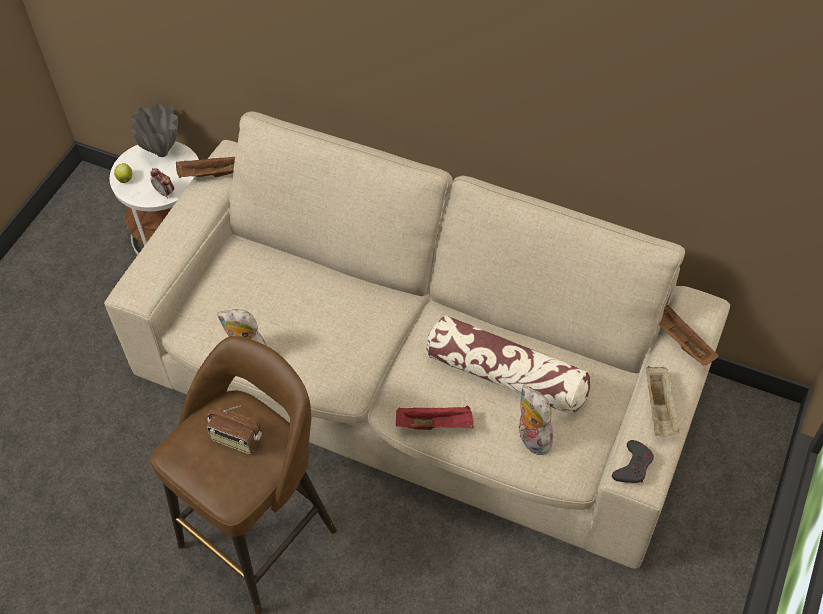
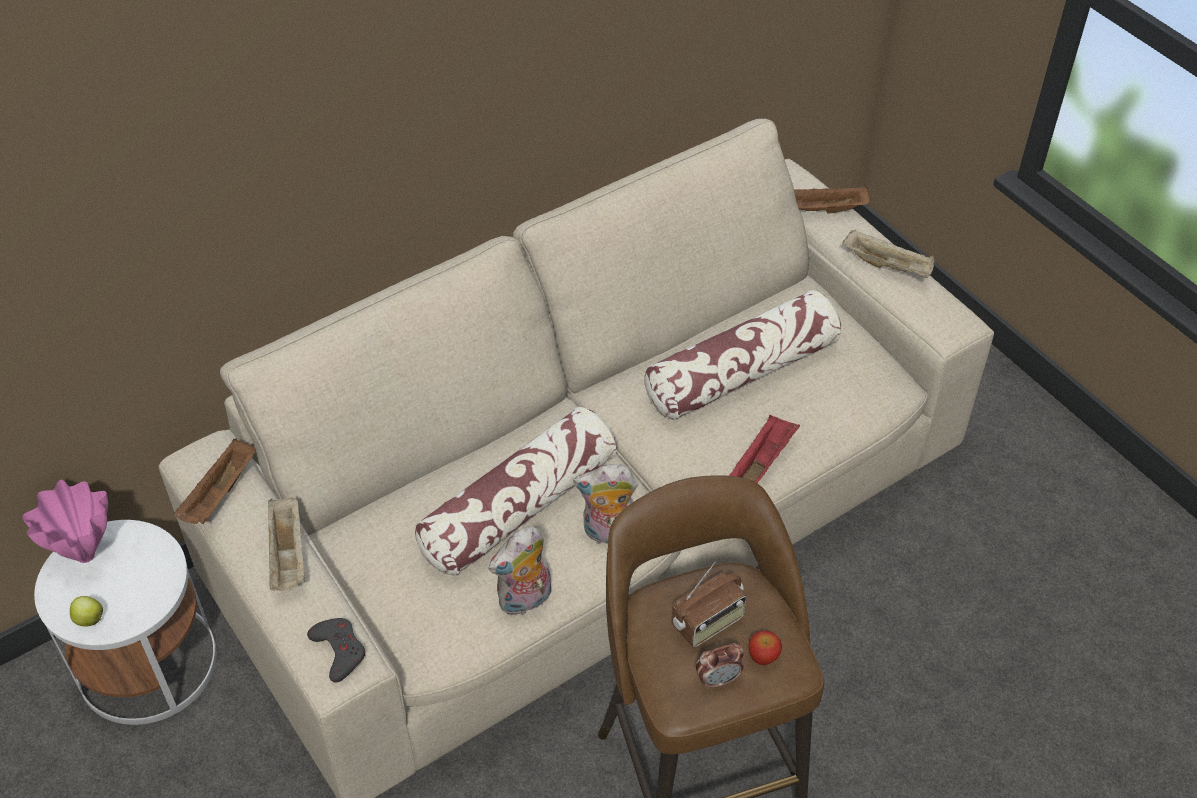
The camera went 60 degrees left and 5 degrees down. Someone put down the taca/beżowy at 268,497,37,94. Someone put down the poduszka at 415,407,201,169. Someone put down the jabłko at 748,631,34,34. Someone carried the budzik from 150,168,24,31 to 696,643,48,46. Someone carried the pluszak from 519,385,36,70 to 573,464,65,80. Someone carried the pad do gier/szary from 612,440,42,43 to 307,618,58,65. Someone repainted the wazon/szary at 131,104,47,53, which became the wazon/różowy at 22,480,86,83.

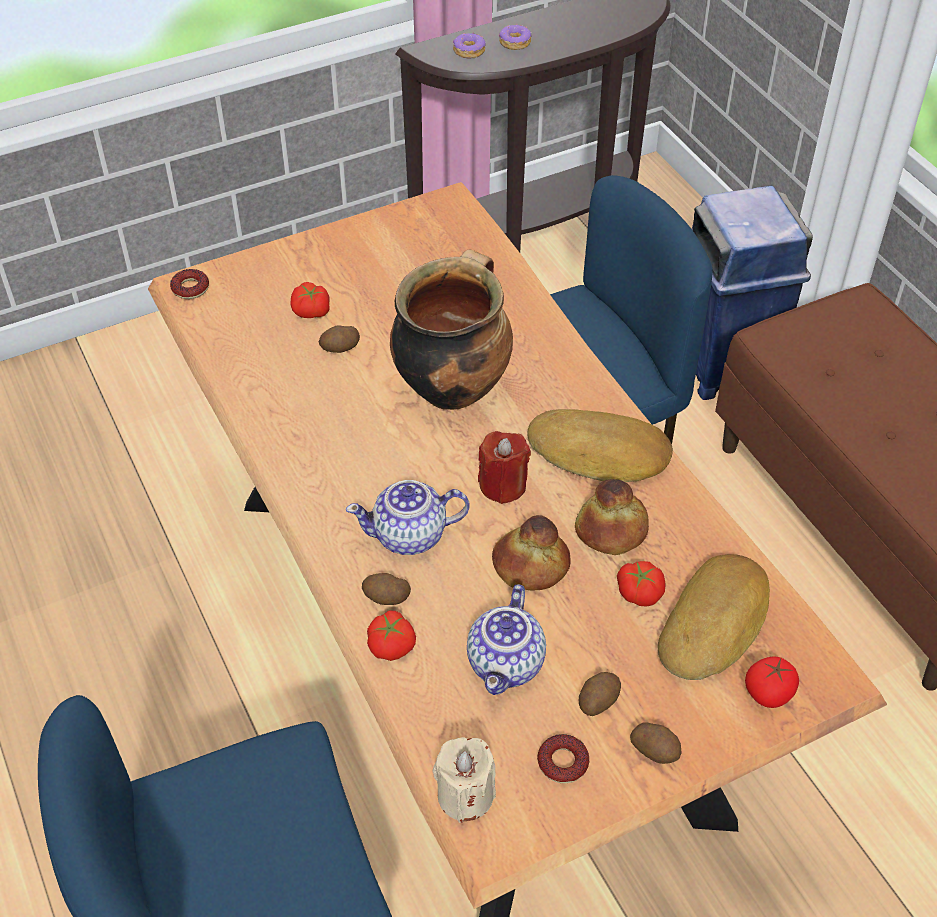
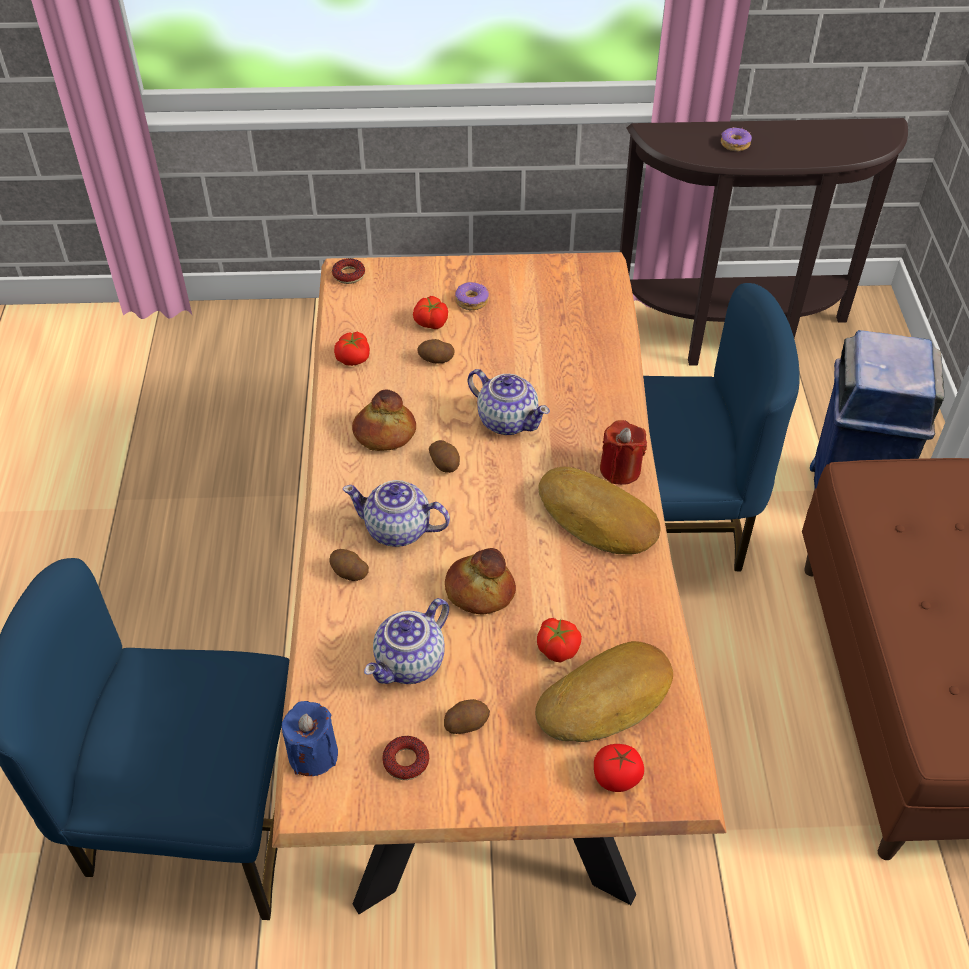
The camera went 25 degrees right and 0 degrees up. Someone carried the pomidor from 367,610,49,51 to 334,332,36,34. Someone carried the donut from 453,32,33,26 to 455,282,34,28. Someone carried the świeca/czerwony from 478,431,53,73 to 600,420,47,65. Someone carried the chleb from 575,479,74,76 to 352,390,64,61. Someone carried the ziemniak from 630,723,52,41 to 429,440,31,33. Someone swapped the garnek at 390,249,123,161 for the imbryk at 468,369,82,66. Someone repainted the świeca/beżowy at 432,737,64,86, which became the świeca/niebieski at 282,701,56,75.

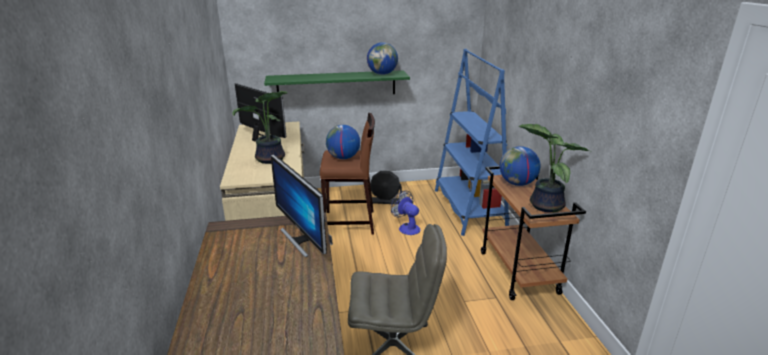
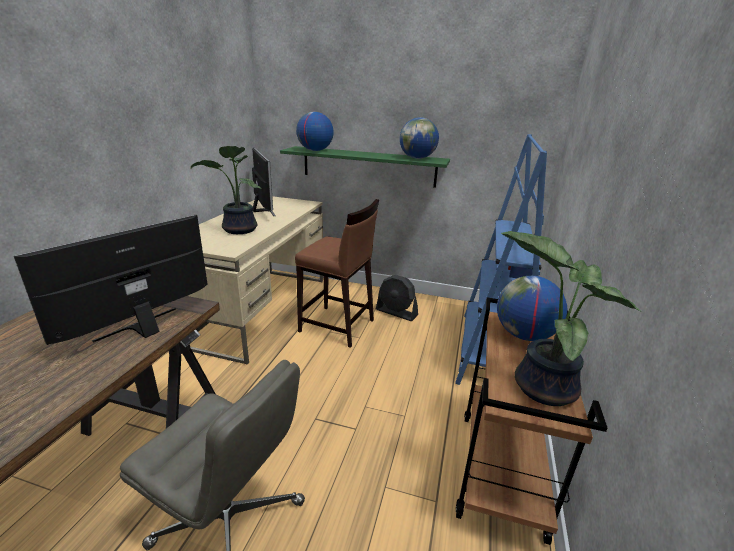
The camera went 25 degrees right and 0 degrees up. Someone took away the wentylator at 391,191,29,44. Someone carried the globus from 326,125,34,34 to 296,112,38,39. Someone rotated the monitor at 271,155,56,102 by 45 degrees clockwise.

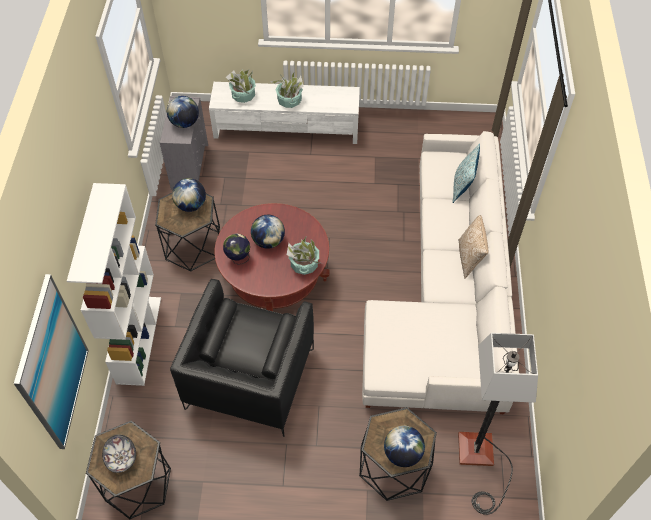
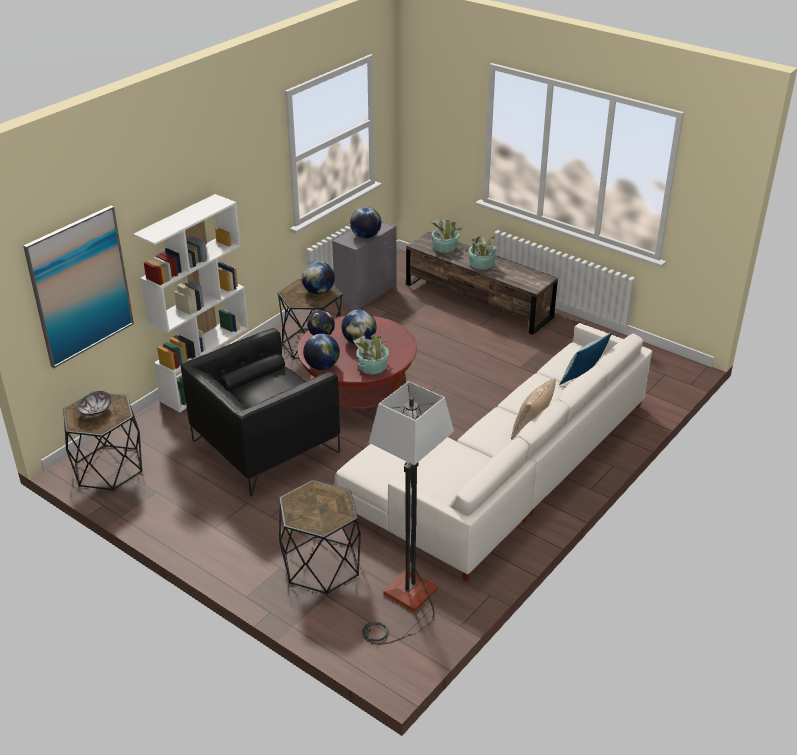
The camera went 35 degrees right and 20 degrees down. Someone carried the globus from 384,426,41,41 to 303,334,37,36. Someone repainted the szafka pod telewizor/biały at 209,82,151,62, which became the szafka pod telewizor/brązowy at 406,231,152,104.

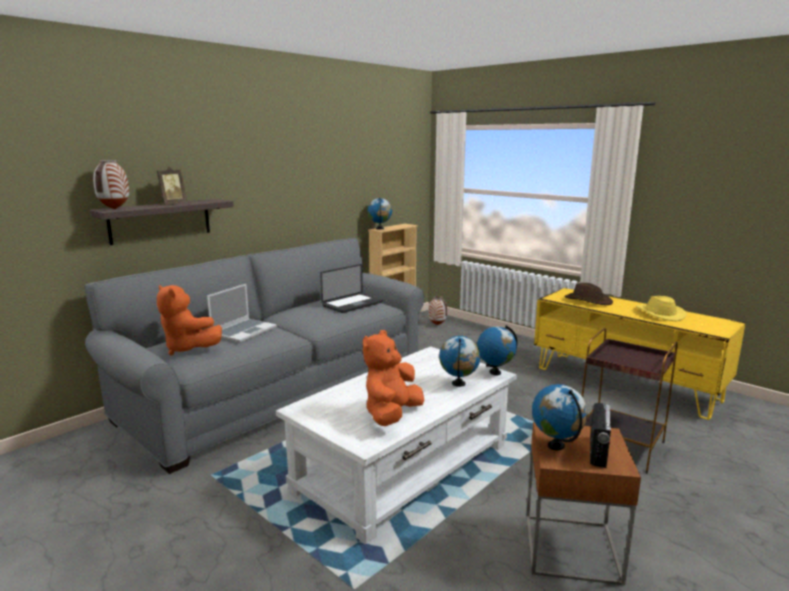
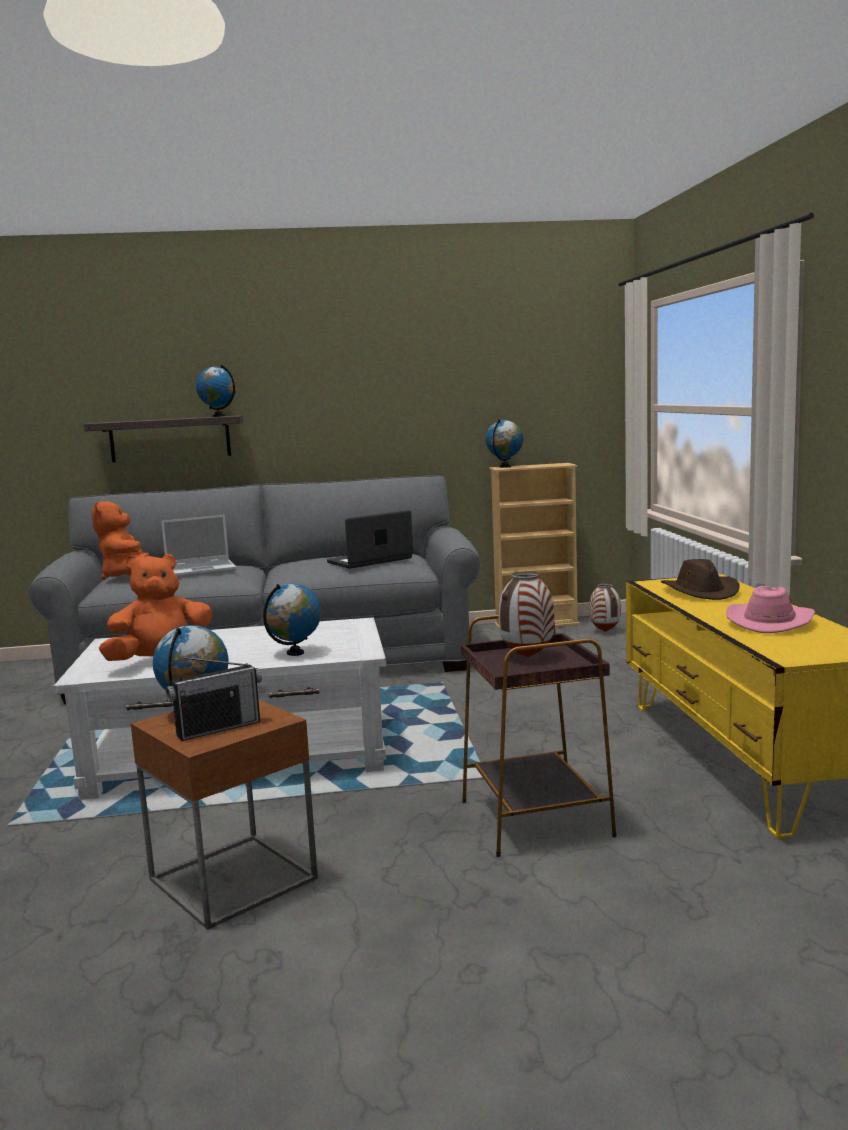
The camera went 40 degrees right and 5 degrees down. Someone took away the ramka na zdjęcie at 157,166,30,38. Someone carried the wazon from 93,160,36,49 to 499,571,55,87. Someone carried the globus from 477,325,40,50 to 196,364,40,53. Someone repainted the kapelusz/żółty at 636,296,51,25, which became the kapelusz/różowy at 726,586,89,47. Someone rotated the laptop at 320,264,62,49 by 150 degrees clockwise.

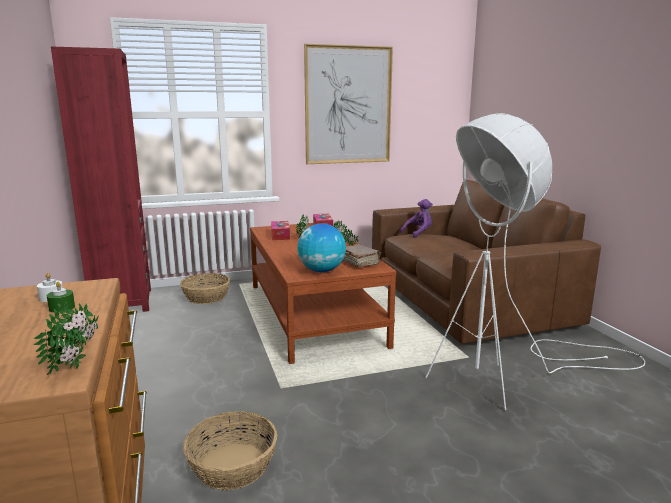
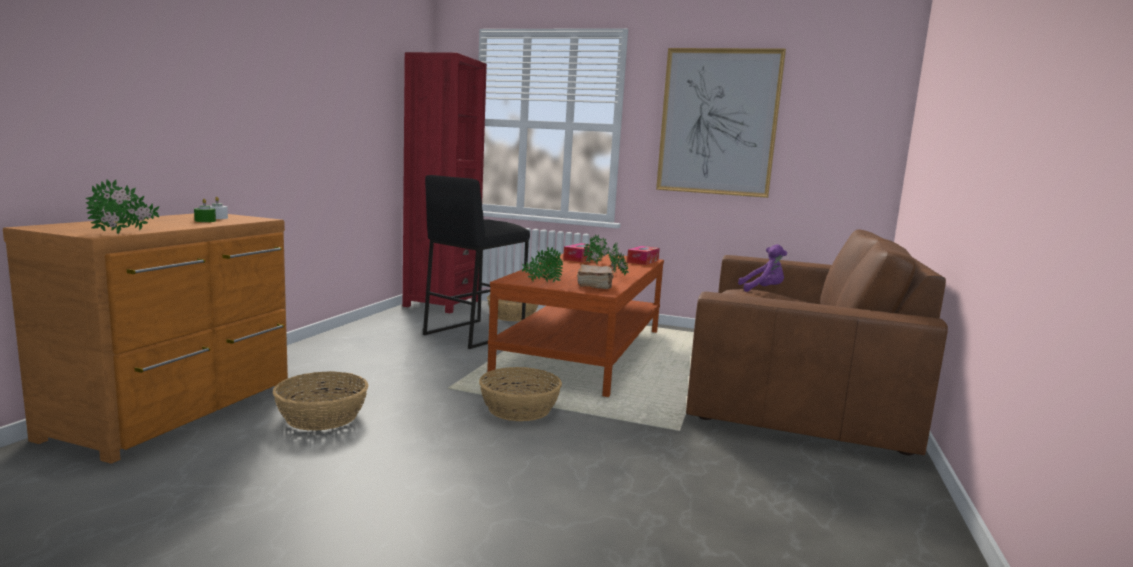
The camera went 35 degrees right and 5 degrees down. Someone took away the lampa stojąca/biały at 426,113,219,297. Someone put down the stołek/czarny at 423,175,107,174. Someone put down the koszyk at 479,367,83,54. Someone swapped the globus at 297,223,49,49 for the roślina doniczkowa at 522,247,41,35.

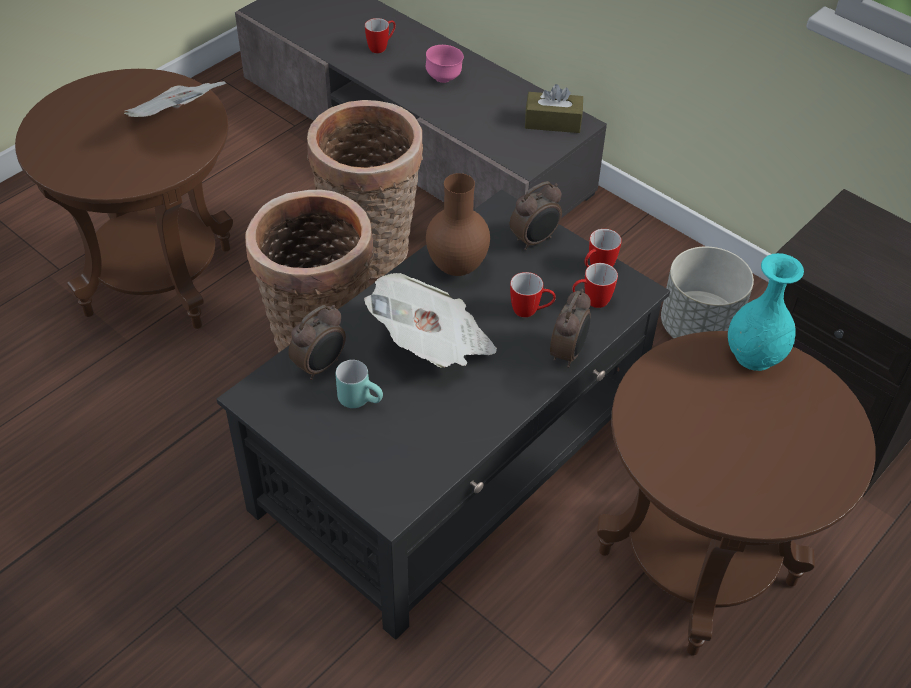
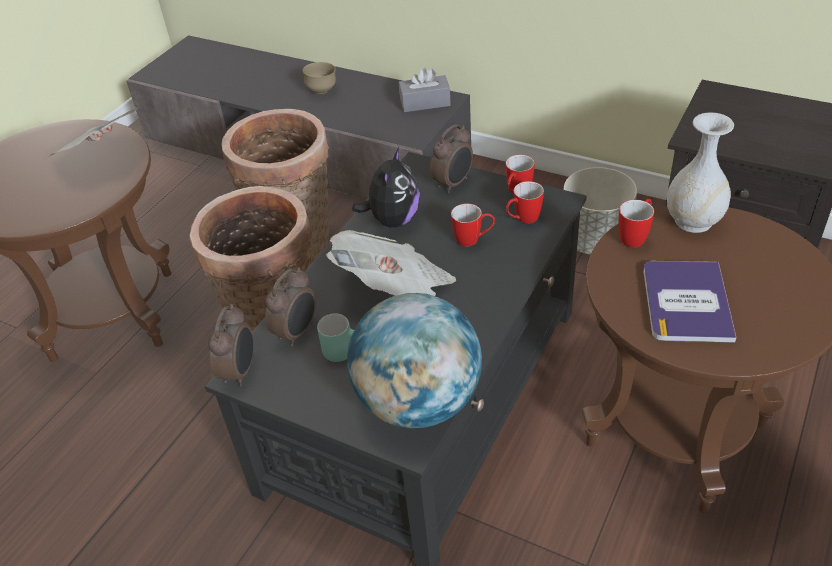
The camera went 10 degrees left and 5 degrees down. Someone put down the globus at 347,293,135,135. Someone put down the książka at 643,261,94,82. Someone carried the kubek from 365,18,31,35 to 619,199,35,48. Someone carried the budzik from 550,289,41,79 to 208,304,45,83. Someone swapped the wazon/brązowy at 426,173,64,103 for the pluszak at 352,147,68,80. Someone repainted the miska/różowy at 426,45,38,38, which became the miska/brązowy at 303,62,33,32. Someone repainted the pudełko chusteczek/brązowy at 525,84,58,49, which became the pudełko chusteczek/szary at 399,67,52,45. Someone repainted the wazon/turkusowy at 728,253,76,118, which became the wazon/biały at 667,112,67,121.

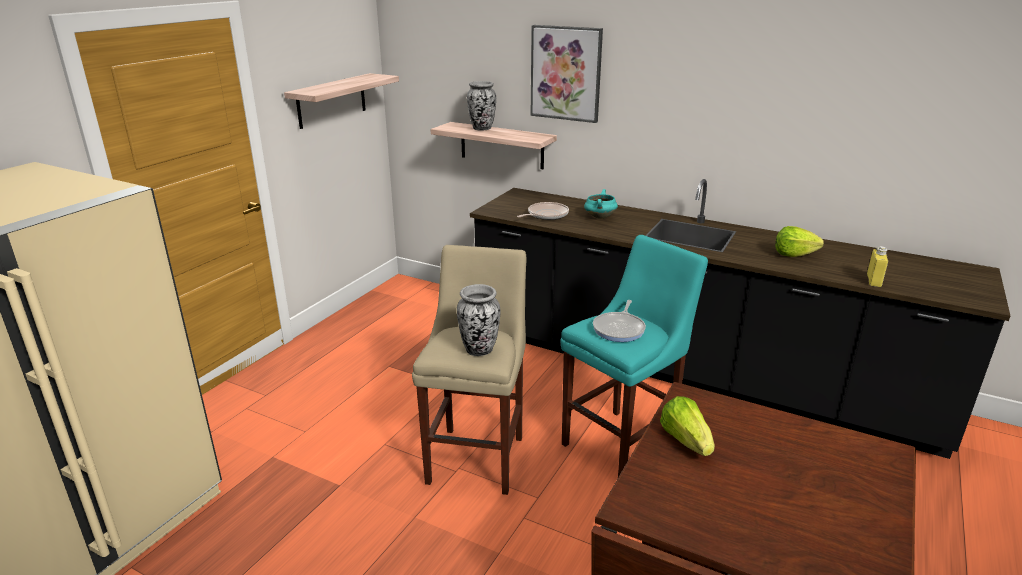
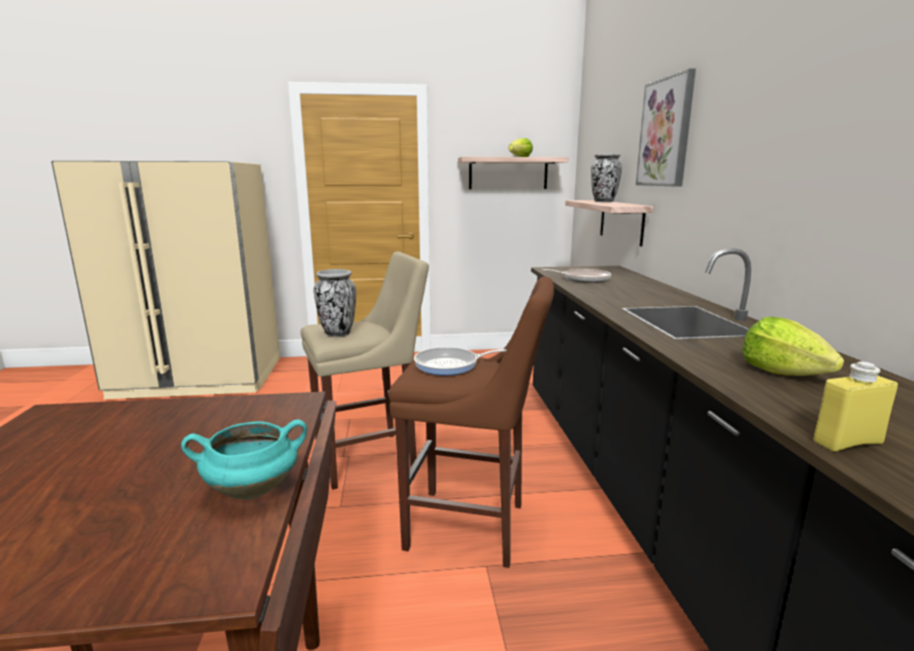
The camera went 55 degrees right and 10 degrees down. Someone carried the garnek/turkusowy from 584,189,34,30 to 181,419,126,81. Someone carried the sałata from 660,396,55,60 to 508,138,25,19. Someone repainted the stołek/turkusowy at 560,235,148,242, which became the stołek/brązowy at 389,277,165,291.

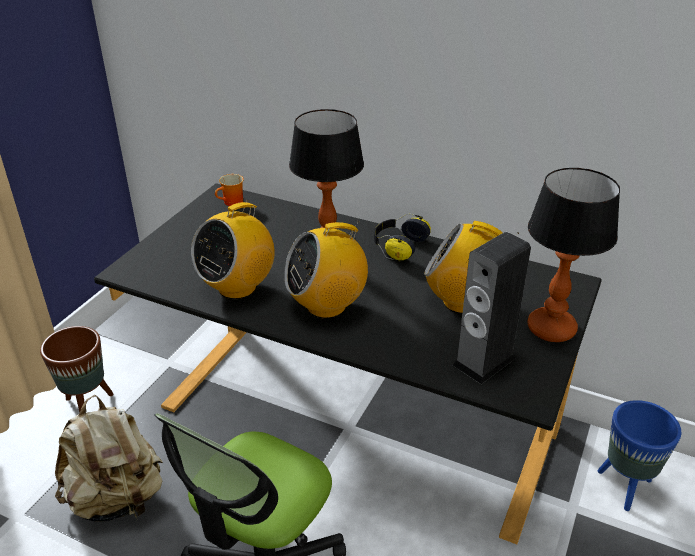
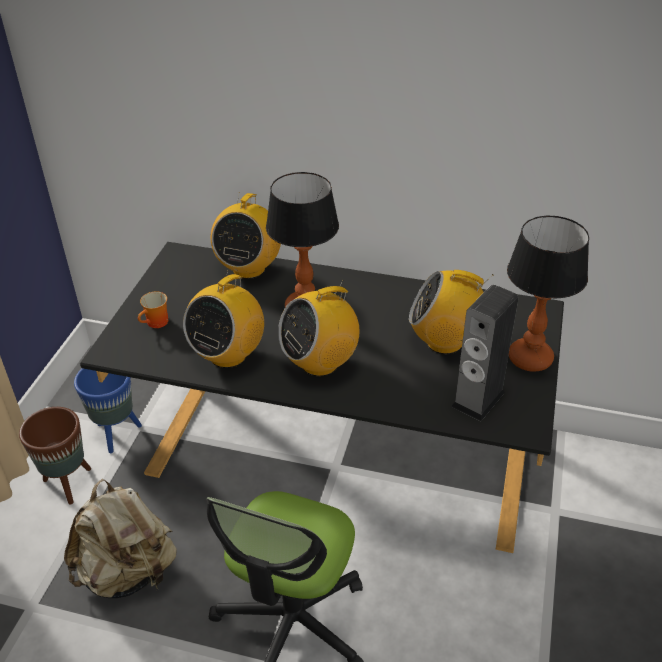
The camera went 10 degrees left and 5 degrees up. Someone took away the słuchawki at 374,213,57,49. Someone put down the radio at 211,192,70,87. Someone carried the kubek from 215,174,29,32 to 138,291,30,37. Someone carried the donica/niebieski from 598,400,83,111 to 74,368,68,85.

